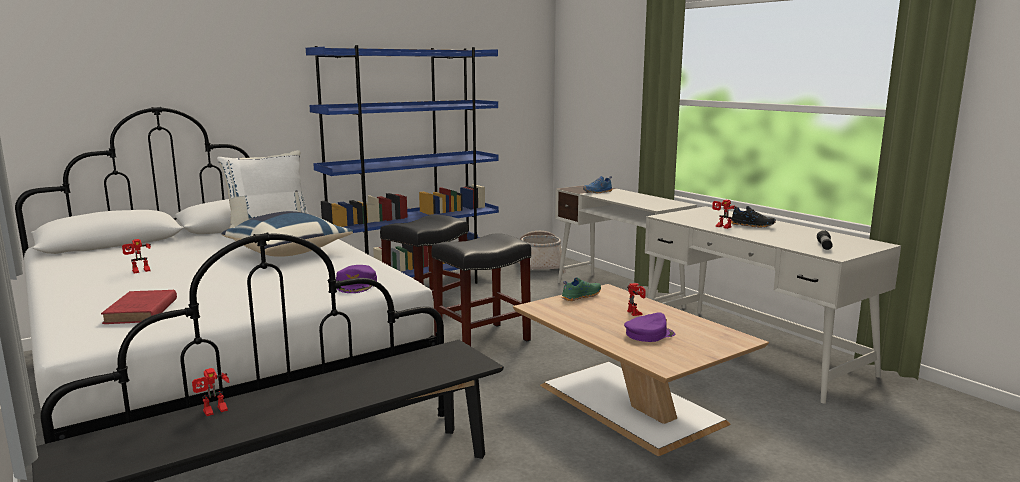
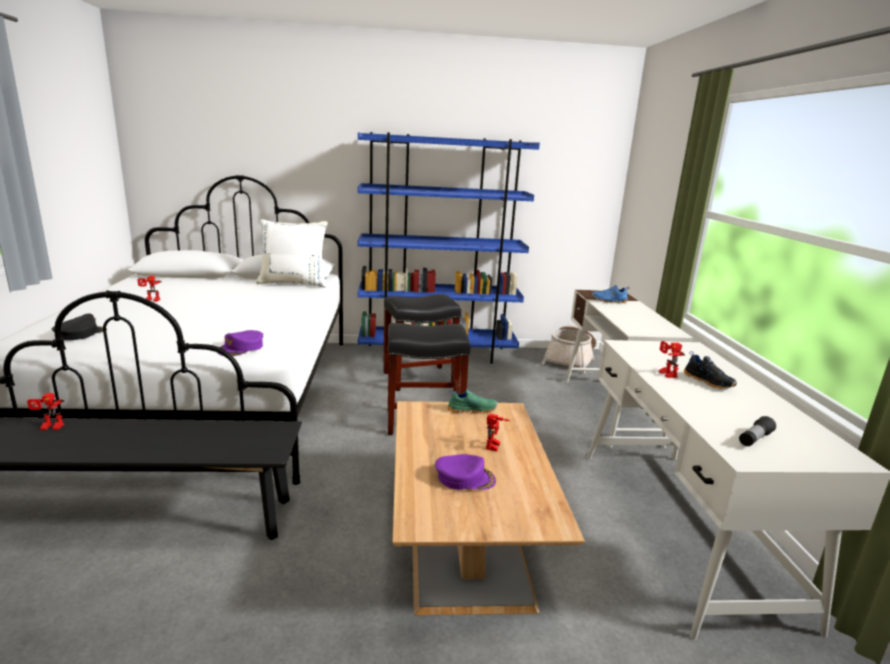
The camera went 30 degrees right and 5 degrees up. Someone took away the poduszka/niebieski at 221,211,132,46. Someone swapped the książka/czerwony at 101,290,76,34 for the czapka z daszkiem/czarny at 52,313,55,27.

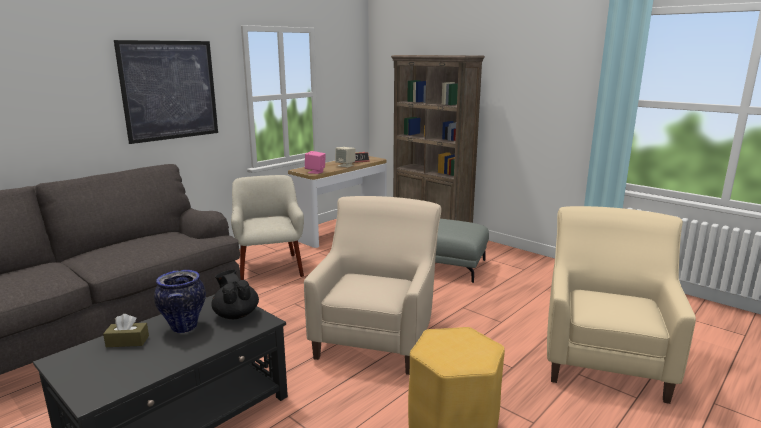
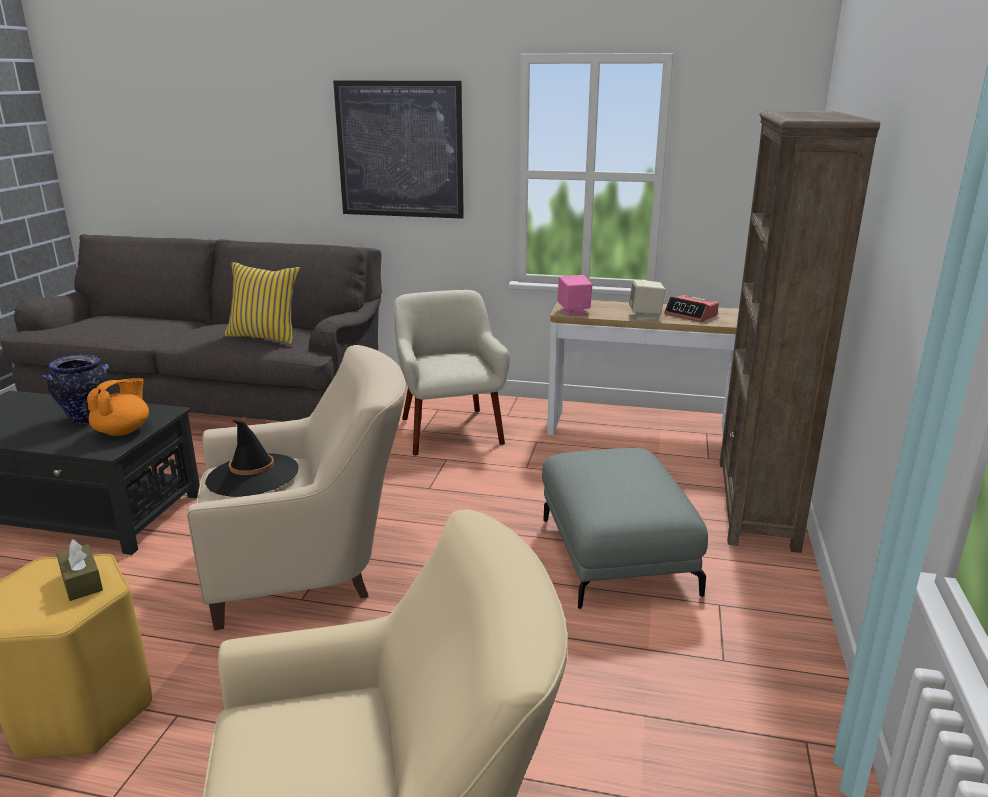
The camera went 60 degrees right and 5 degrees up. Someone put down the kapelusz/czarny at 205,420,94,77. Someone put down the poduszka/żółty at 224,262,77,83. Someone carried the pudełko chusteczek/brązowy from 103,314,46,33 to 56,539,47,62. Someone repainted the imbryk/czarny at 211,270,48,49, which became the imbryk/pomarańczowy at 87,378,62,58. Someone rotated the fotel/beżowy at 231,175,73,105 by 60 degrees counterclockwise.

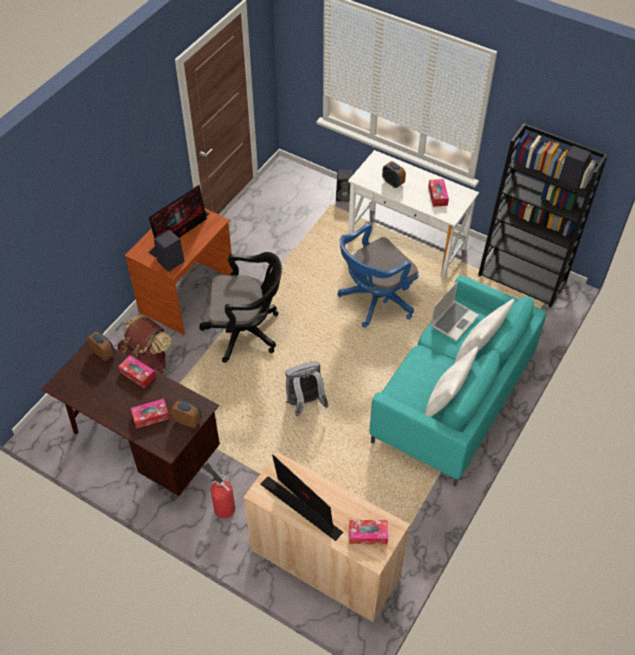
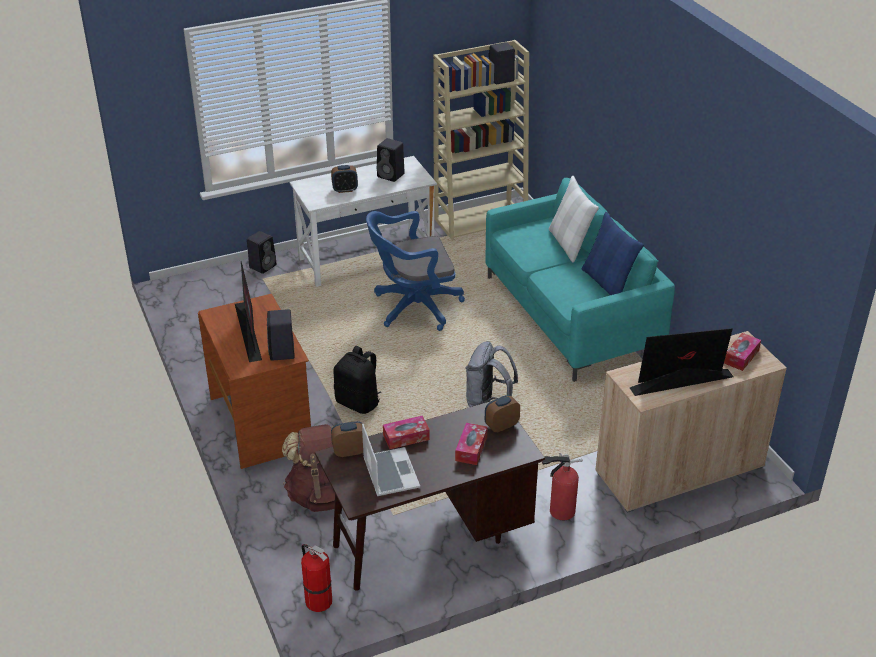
The camera went 55 degrees left and 15 degrees down. Someone put down the gaśnica at 301,544,31,68. Someone carried the laptop from 431,281,48,60 to 362,424,58,72. Someone swapped the krzesło biurowe/czarny at 199,252,83,111 for the plecak/czarny at 334,346,47,68. Someone swapped the pudełko chusteczek at 428,179,21,28 for the głośnik/czarny at 376,138,29,44. Someone repainted the poduszka/biały at 425,347,53,70, which became the poduszka/niebieski at 581,212,63,83. Someone repainted the regał/czarny at 478,123,130,185, which became the regał/beżowy at 433,40,96,200. Someone rotated the krzesło biurowe/niebieski at 337,223,82,105 by 75 degrees clockwise.

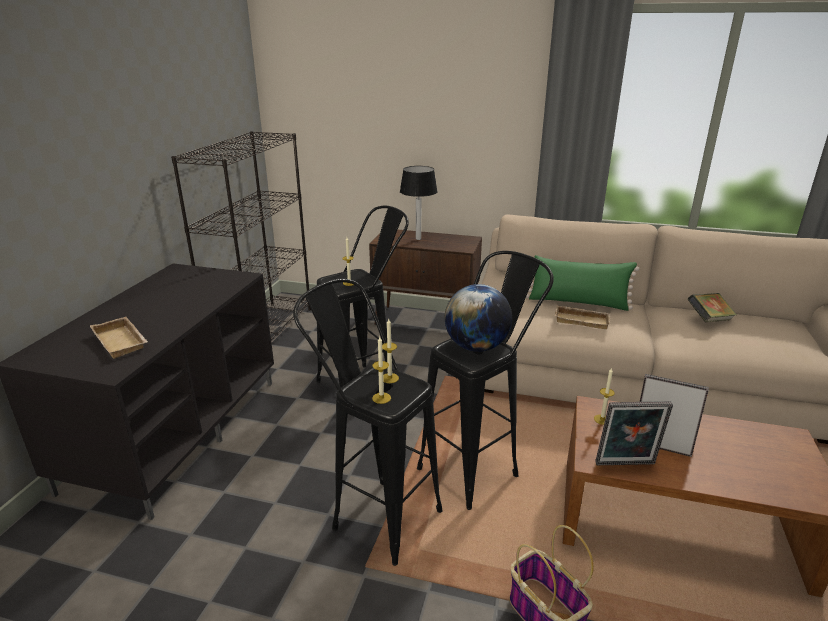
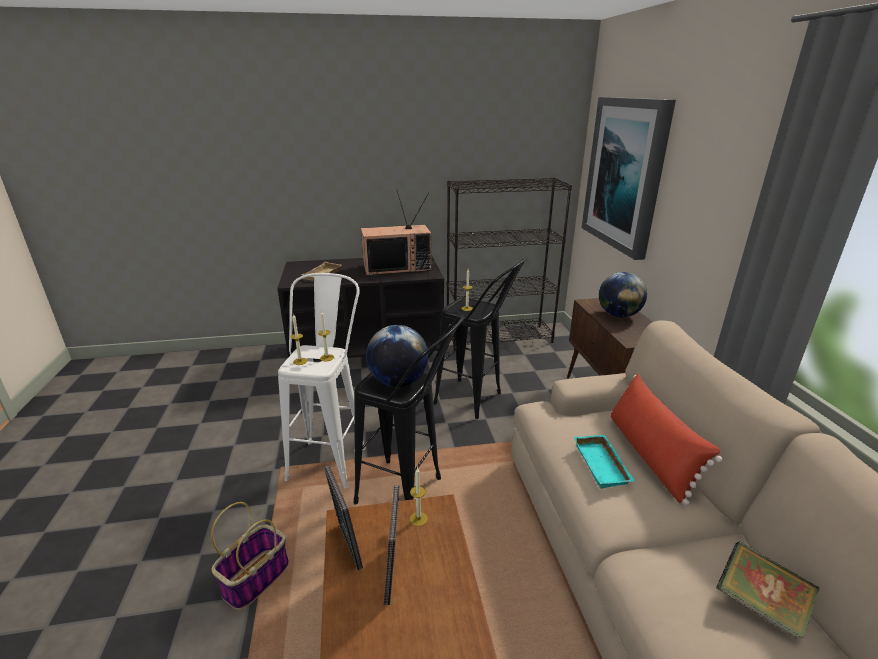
The camera went 65 degrees right and 0 degrees up. Someone put down the telewizor at 361,189,71,87. Someone put up the obraz at 582,97,94,163. Someone swapped the lampa stołowa at 400,166,38,74 for the globus at 599,272,48,46. Someone repainted the stołek/czarny at 293,279,150,287, which became the stołek/biały at 278,273,88,216. Someone repainted the poduszka/zielony at 526,255,113,56, which became the poduszka/czerwony at 611,374,112,132. Someone repainted the taca/beżowy at 555,305,55,24, which became the taca/turkusowy at 574,435,61,54.

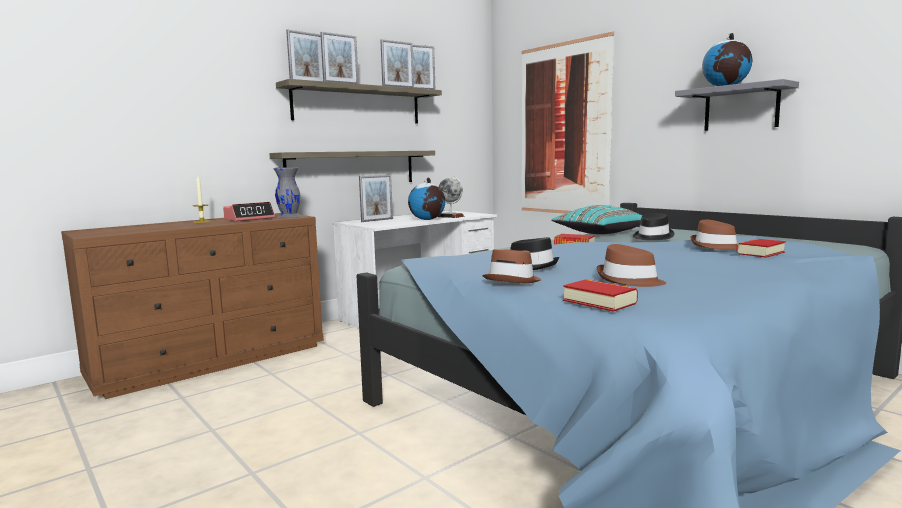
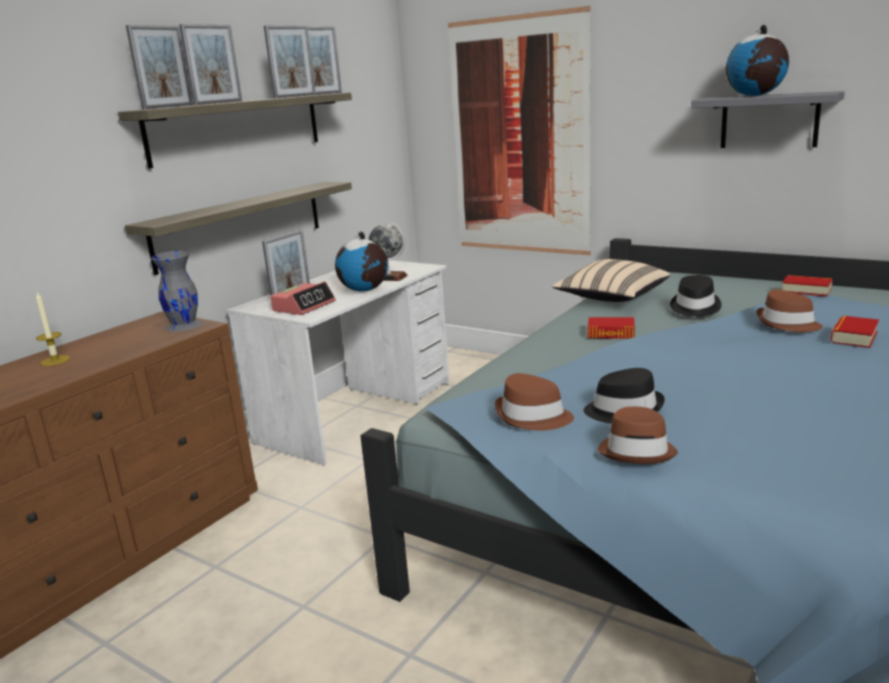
The camera went 15 degrees left and 10 degrees up. Someone carried the budzik from 223,202,52,20 to 270,282,66,33. Someone carried the książka from 563,279,75,33 to 782,275,50,22. Someone carried the kapelusz/brązowy from 597,244,69,43 to 495,373,79,58. Someone repainted the poduszka/turkusowy at 551,205,91,29, which became the poduszka/beżowy at 552,259,118,43.

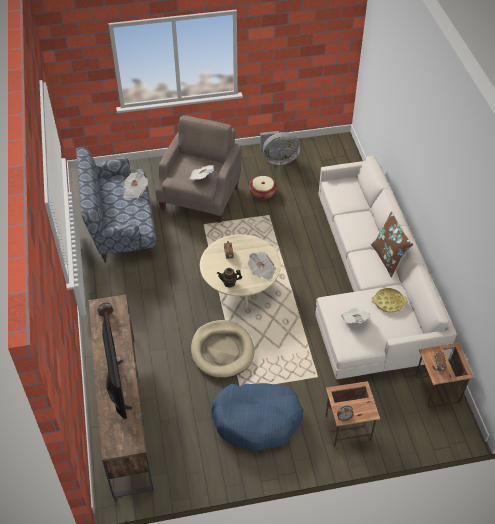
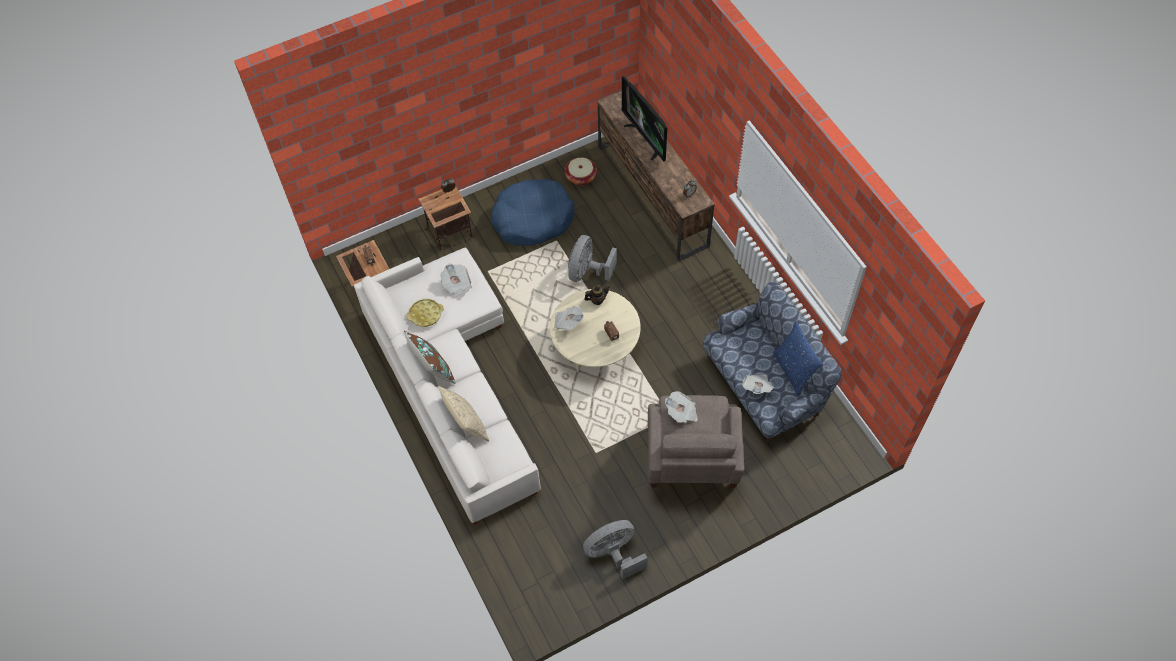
The camera went 165 degrees right and 10 degrees up. Someone put down the poduszka/beżowy at 438,386,51,55. Someone put down the poduszka/niebieski at 773,322,50,74. Someone carried the koszyk from 249,176,28,24 to 565,157,32,29. Someone swapped the legowisko/beżowy at 191,320,64,58 for the wentylator/szary at 568,235,49,47.

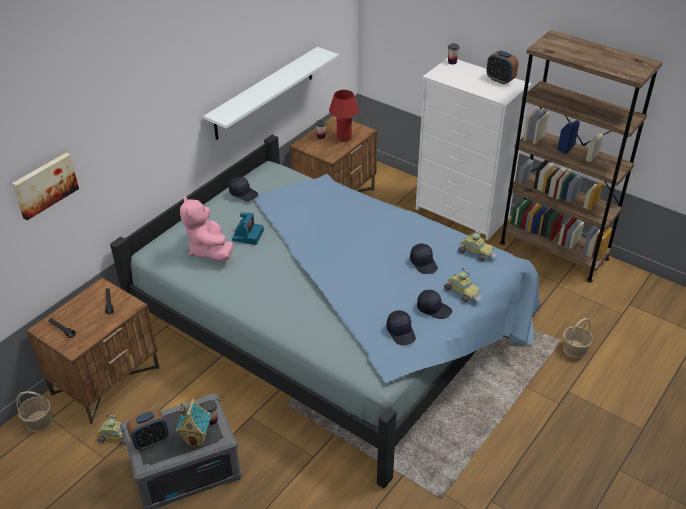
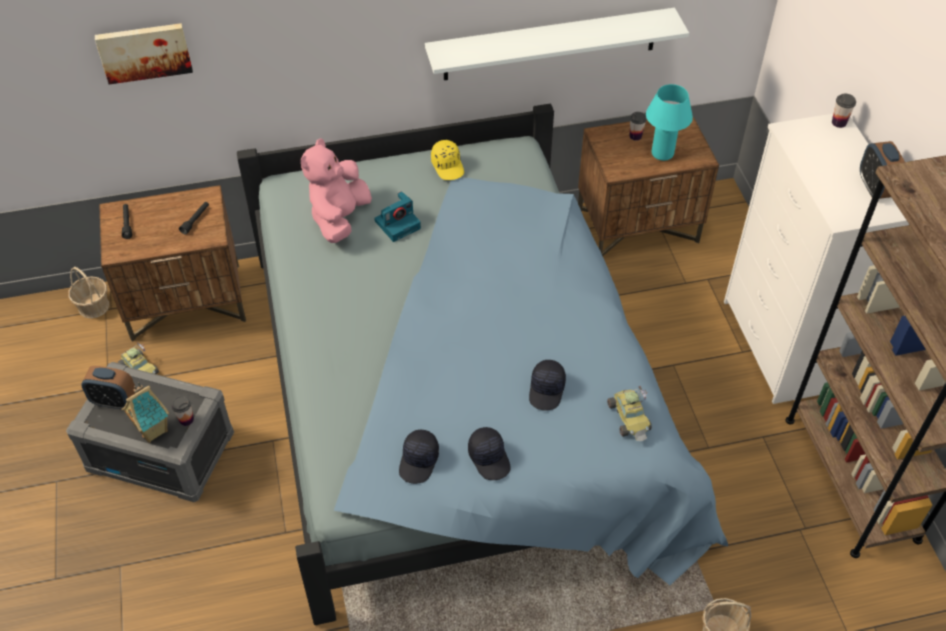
The camera went 40 degrees right and 10 degrees up. Someone took away the samochodzik at 444,268,38,35. Someone repainted the czapka z daszkiem/czarny at 229,177,29,24, which became the czapka z daszkiem/żółty at 431,140,33,40. Someone repainted the lampa stołowa/czerwony at 329,90,30,52, which became the lampa stołowa/turkusowy at 646,84,47,77.

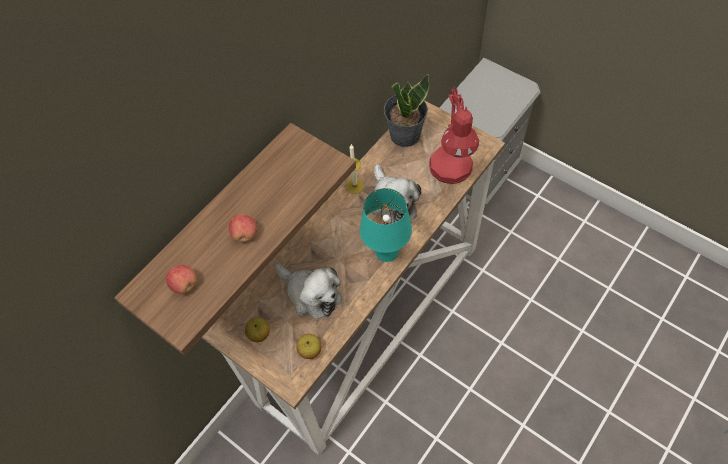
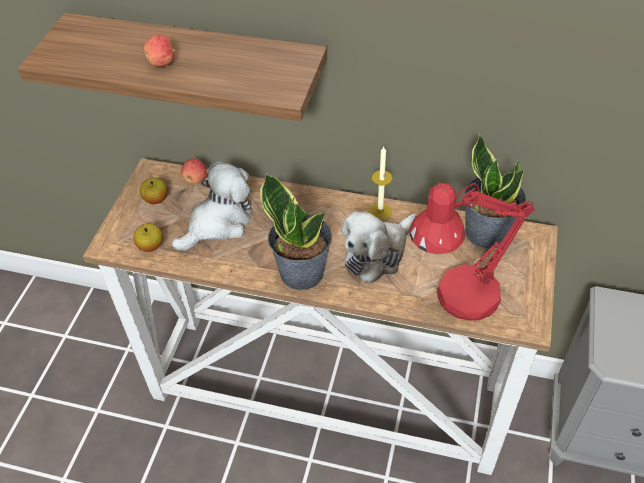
The camera went 65 degrees right and 10 degrees down. Someone carried the jabłko from 166,265,31,29 to 181,158,26,26. Someone swapped the lampa stołowa/turkusowy at 360,188,52,74 for the roślina doniczkowa at 261,174,71,116. Someone rotated the pluszak at 275,264,67,55 by 150 degrees counterclockwise.

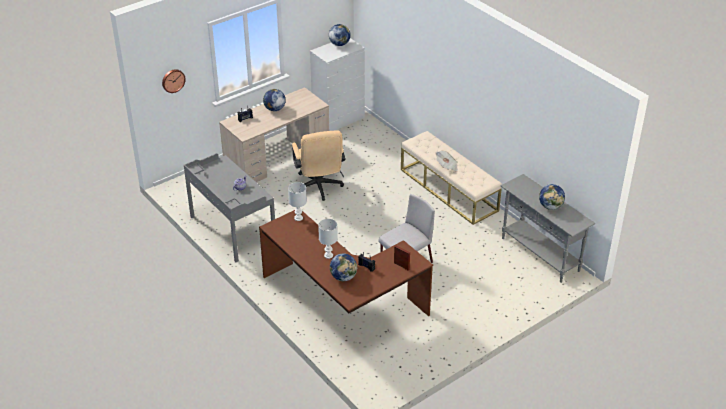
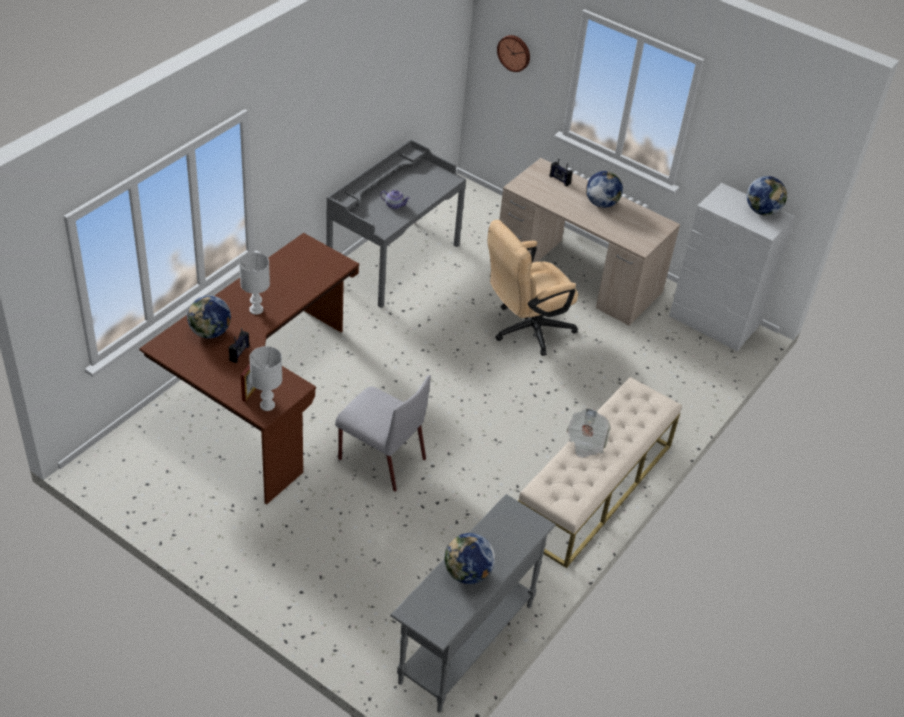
The camera went 70 degrees right and 5 degrees up. Someone carried the lampa stołowa/biały from 288,182,19,39 to 249,346,33,65.

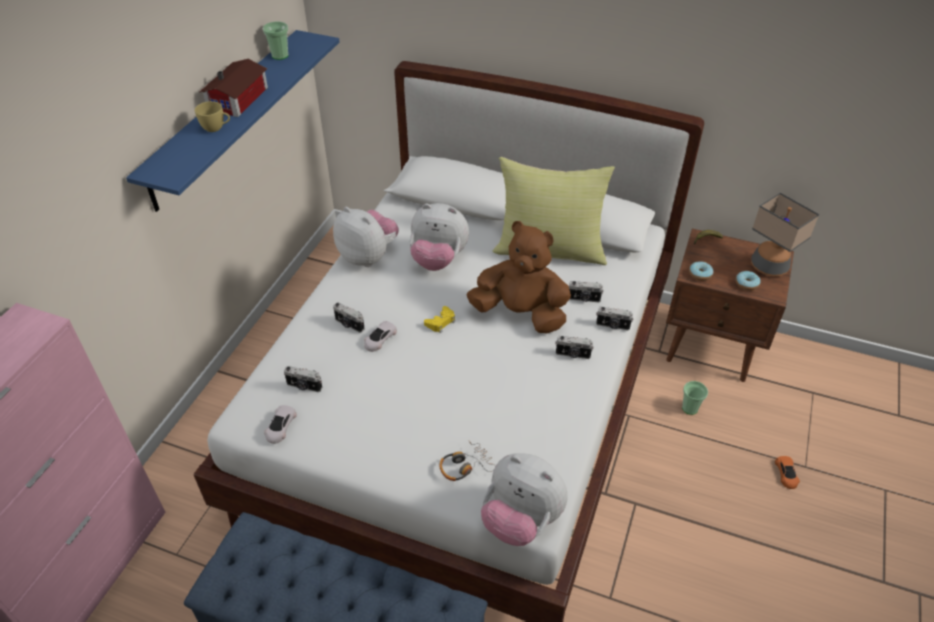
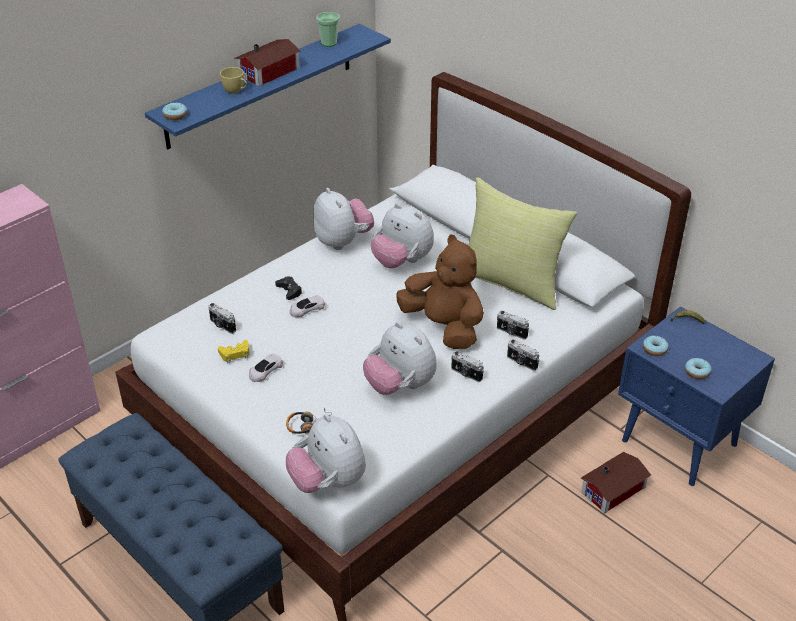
The camera went 25 degrees right and 5 degrees down. Someone took away the lampa stołowa at 751,193,68,83. Someone took away the samochodzik/pomarańczowy at 775,456,25,33. Someone put down the donut at 162,103,25,17. Someone put down the pluszak at 363,322,74,73. Someone carried the samochodzik/biały from 264,405,33,39 to 249,354,34,28. Someone carried the pad do gier/żółty from 424,306,31,27 to 218,340,32,23. Someone swapped the aparat fotograficzny at 333,303,32,30 for the pad do gier/czarny at 275,276,27,24. Someone swapped the filiżanka at 682,381,26,34 for the domek at 581,452,70,62. Someone repainted the szafka nocna/brązowy at 666,228,128,154, which became the szafka nocna/niebieski at 618,306,157,180.

